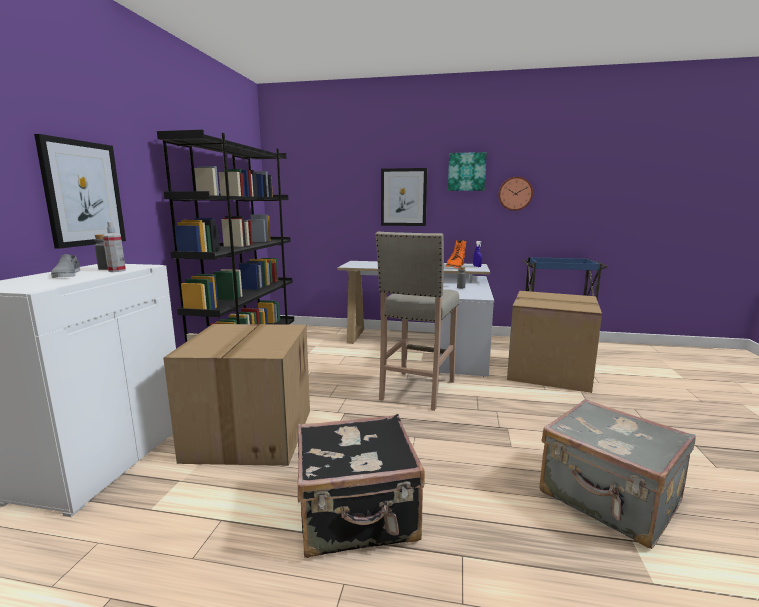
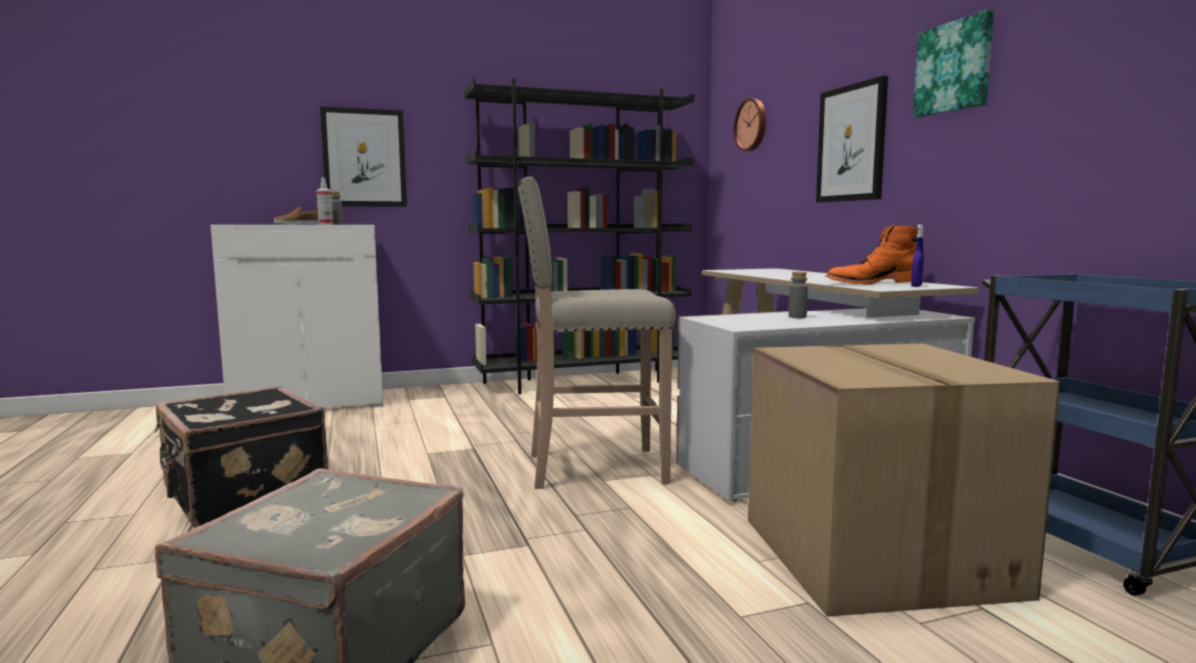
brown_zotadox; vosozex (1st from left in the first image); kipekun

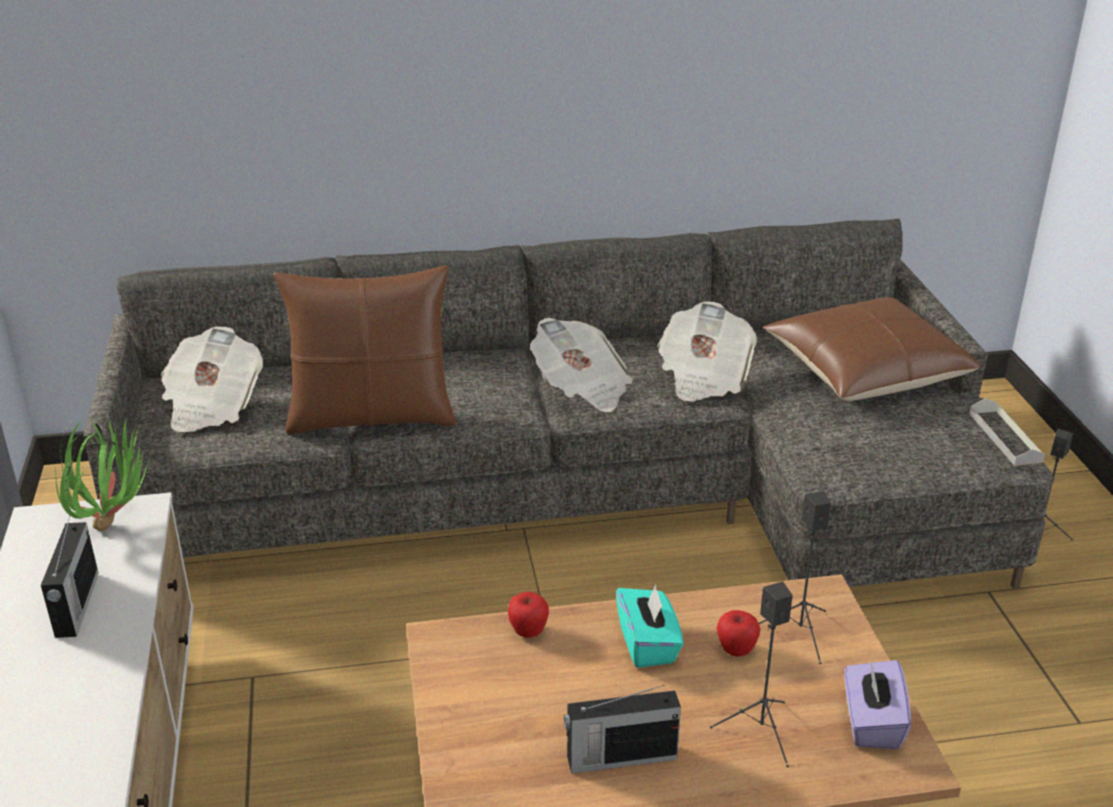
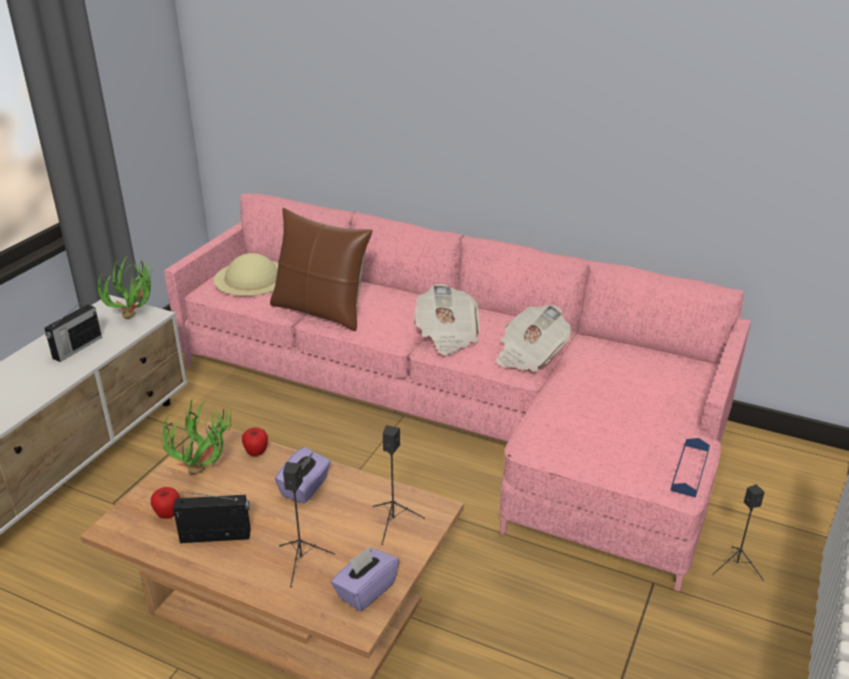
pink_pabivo; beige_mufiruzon; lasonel (2nd from left); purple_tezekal (1st from left); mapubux (1st from left); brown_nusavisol (2nd from left in the first image); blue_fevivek; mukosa (2nd from left)

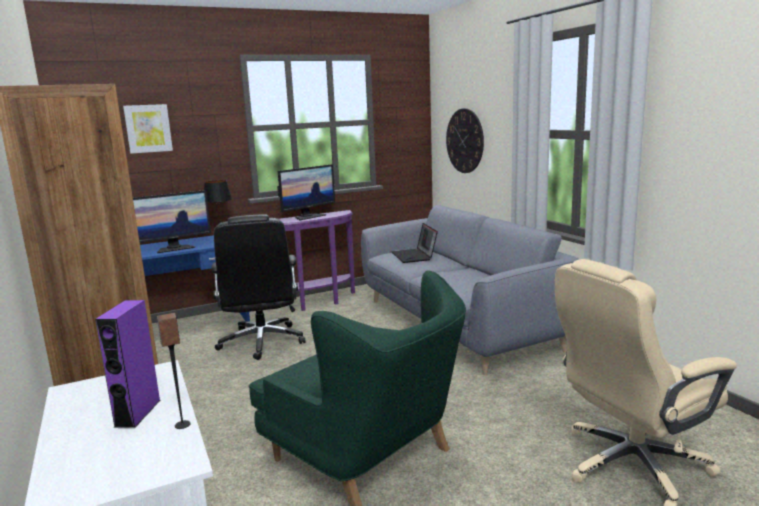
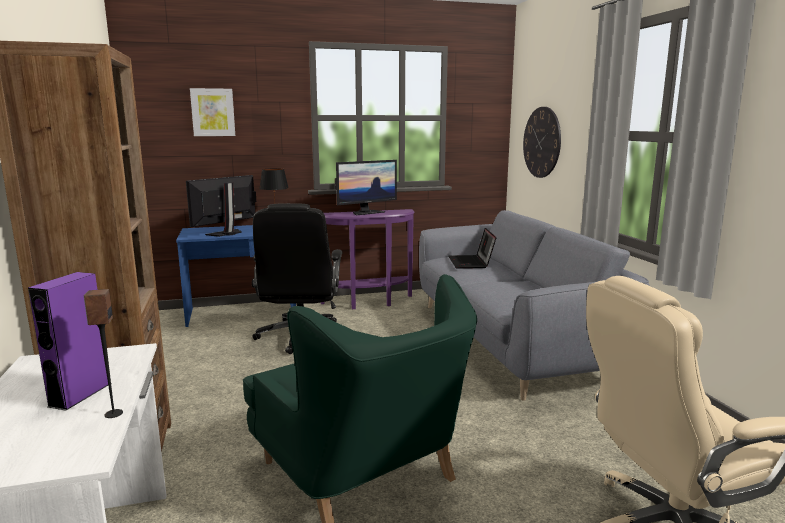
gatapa (1st from left)

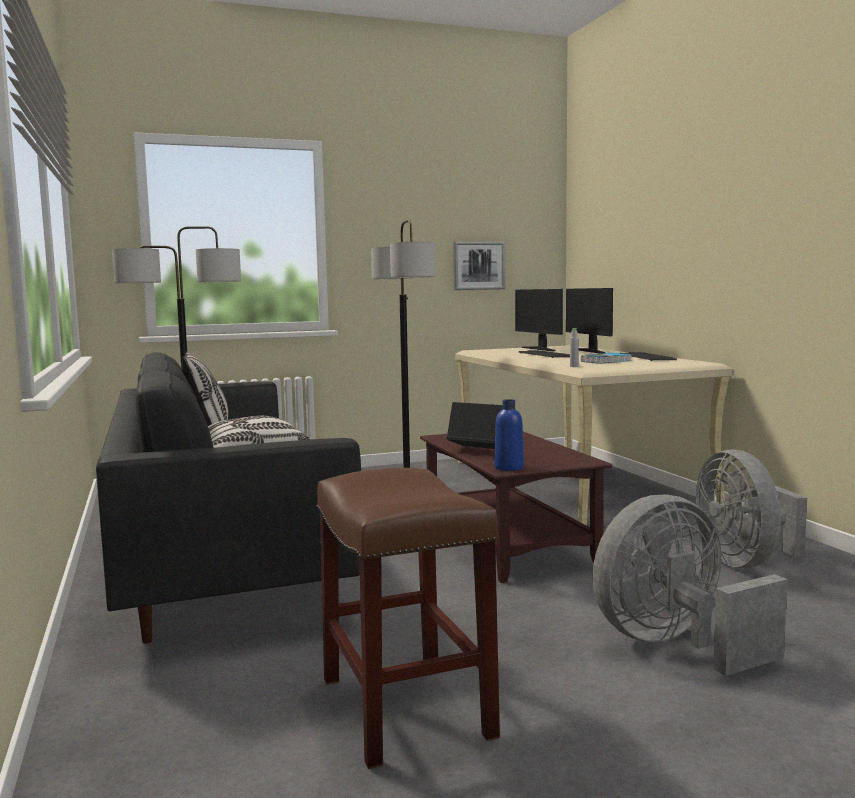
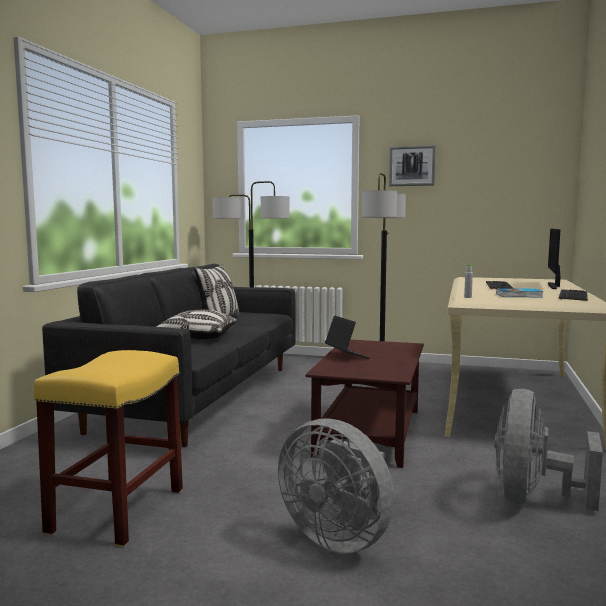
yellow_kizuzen; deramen; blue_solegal; gatapa (1st from left in the first image); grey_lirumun (1st from left)

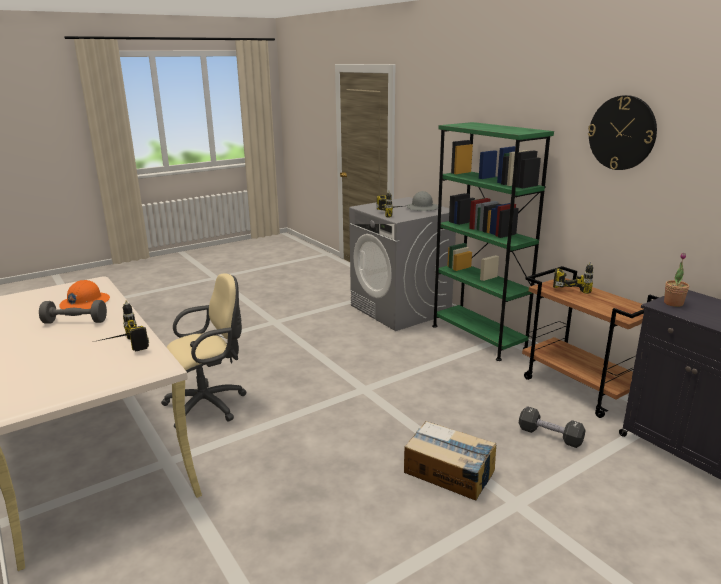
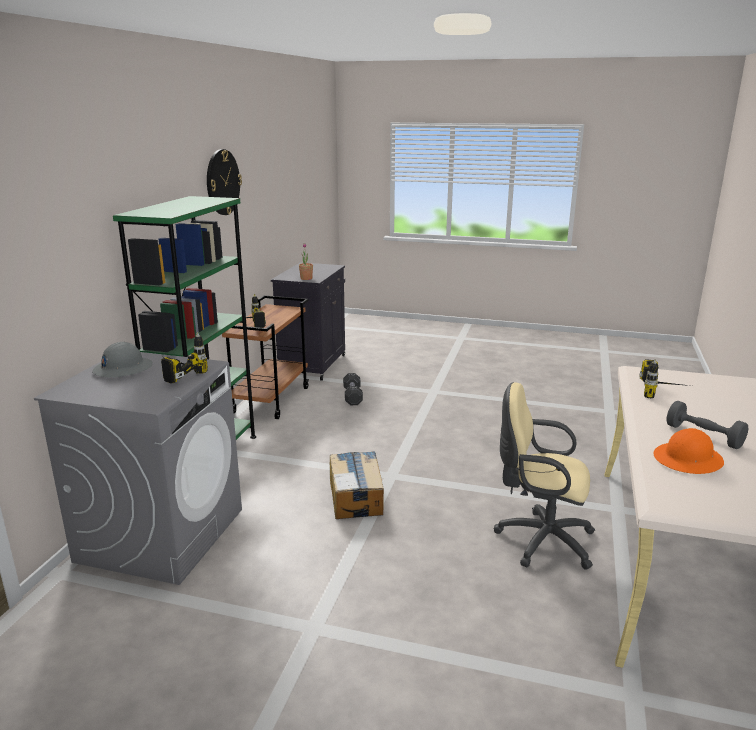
vosozex

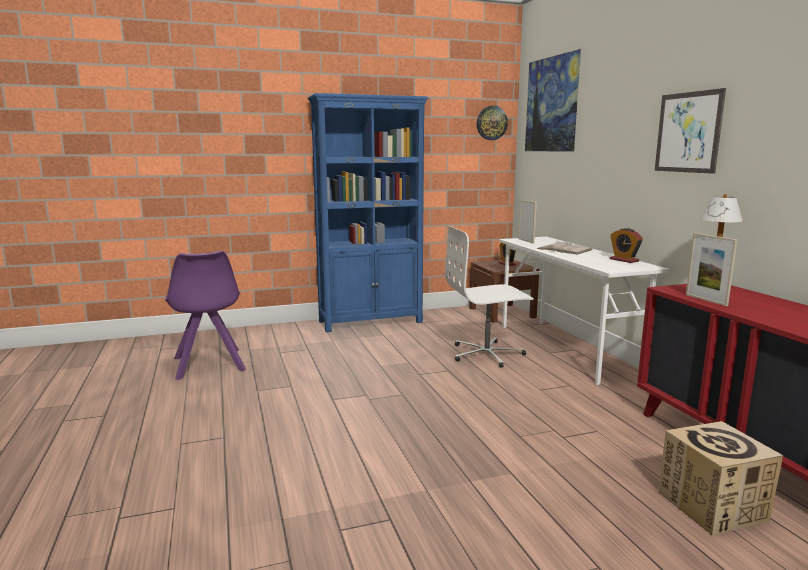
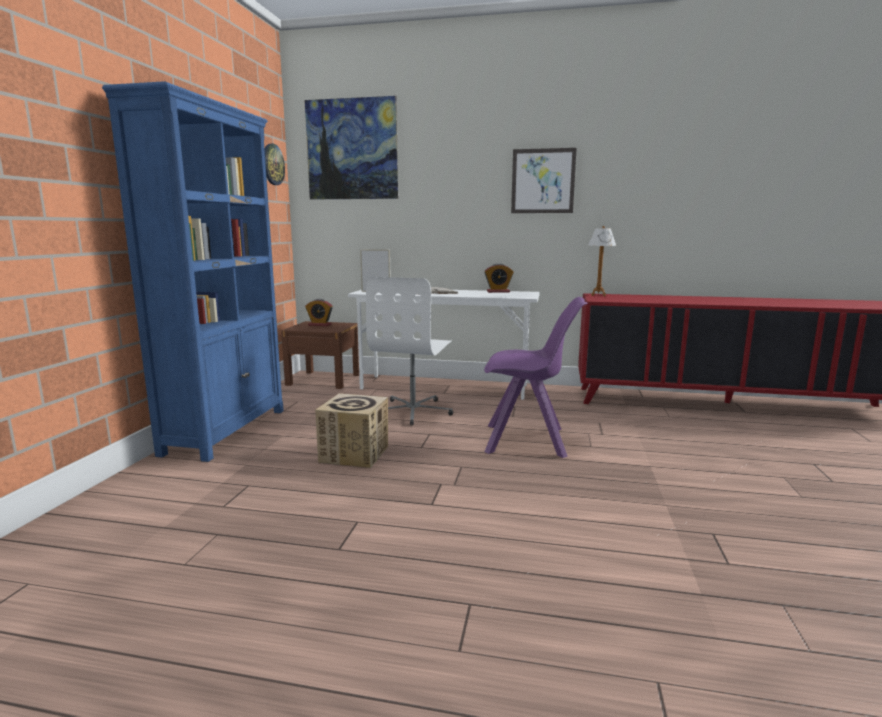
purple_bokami; vosozex; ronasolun (2nd from left in the first image)

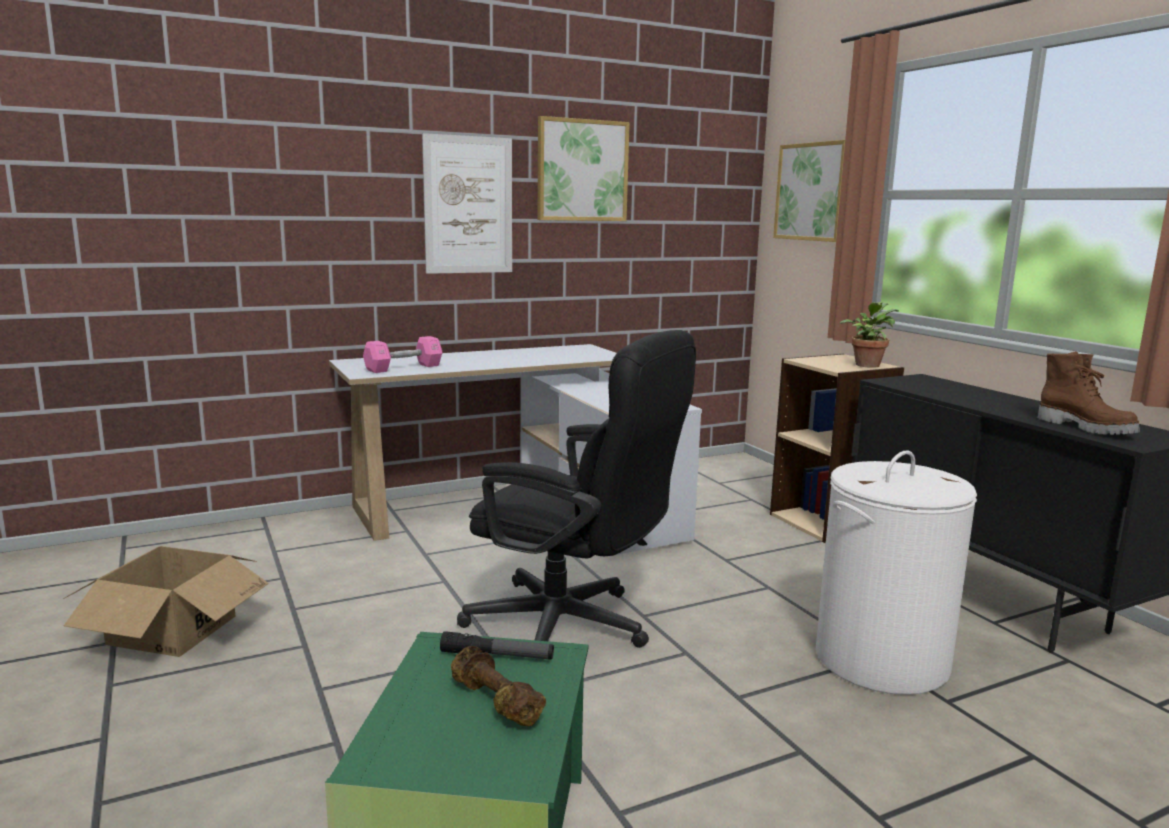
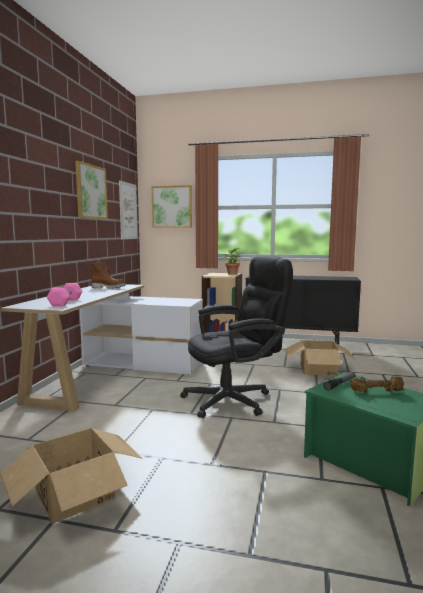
deramen (2nd from left); vosozex (2nd from left); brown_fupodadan

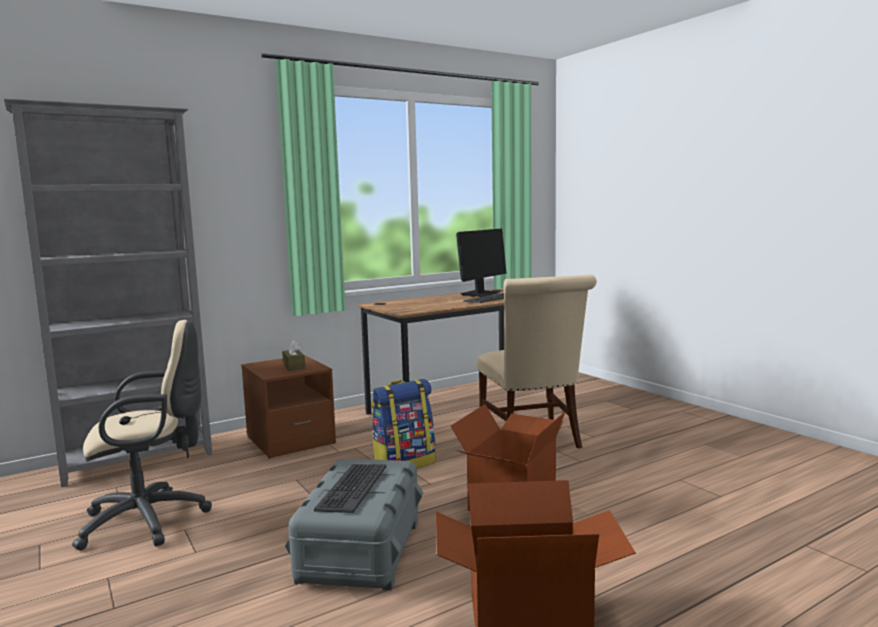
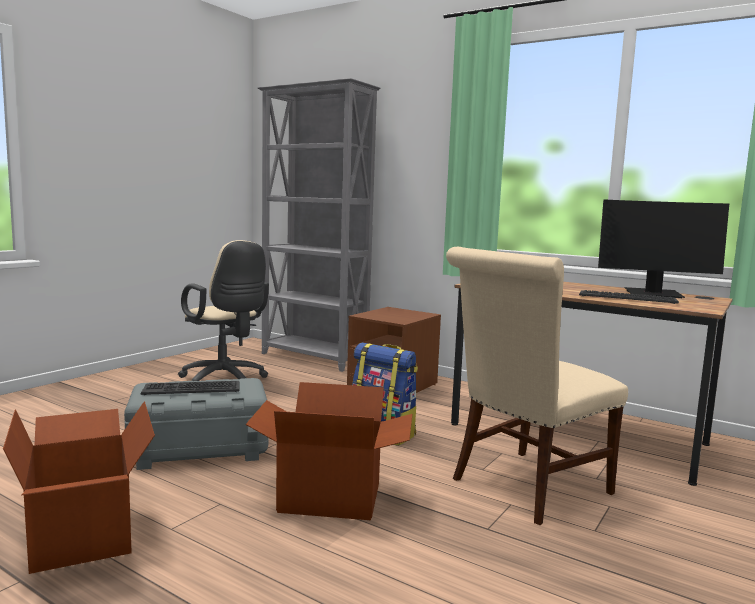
brown_tezekal

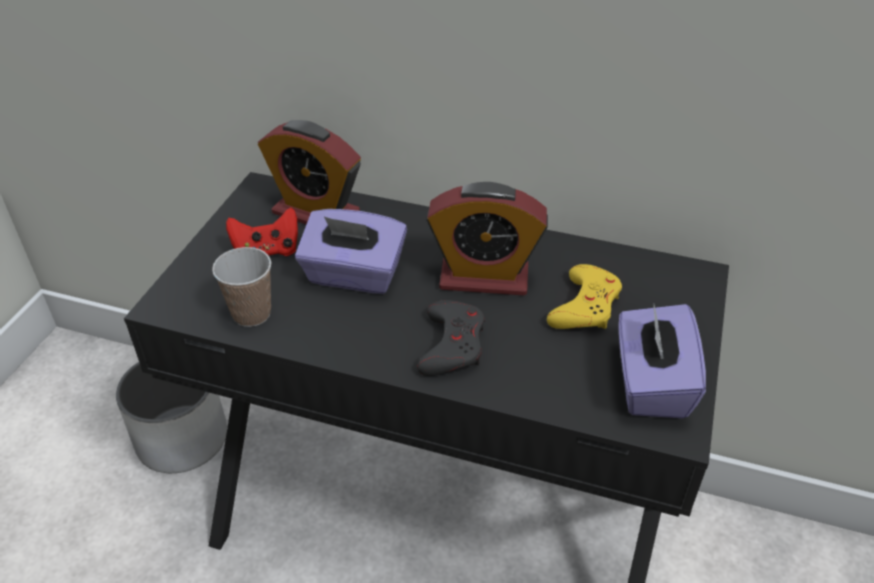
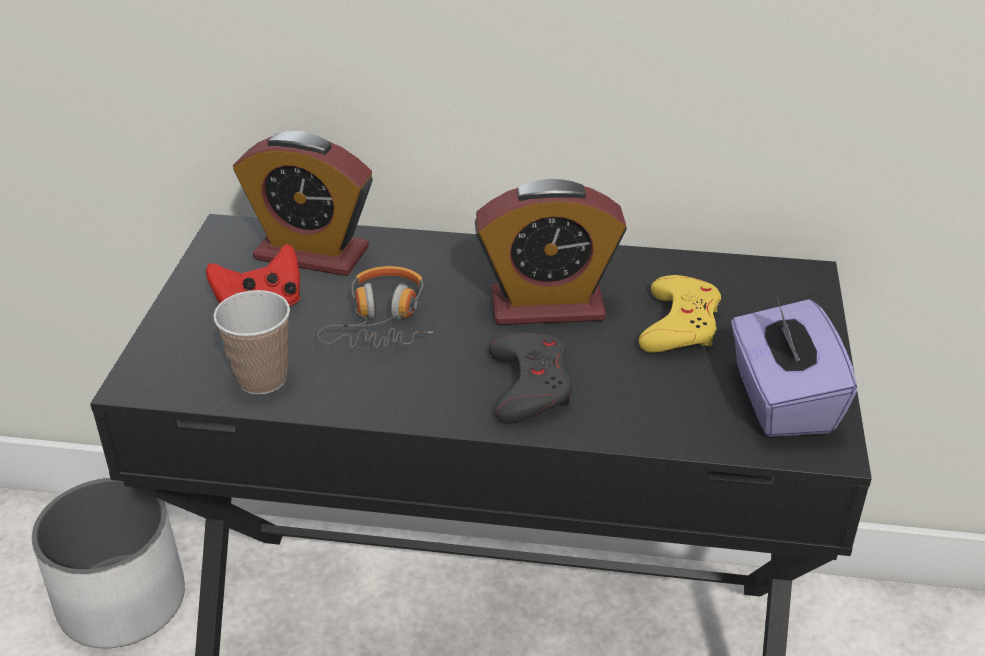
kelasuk

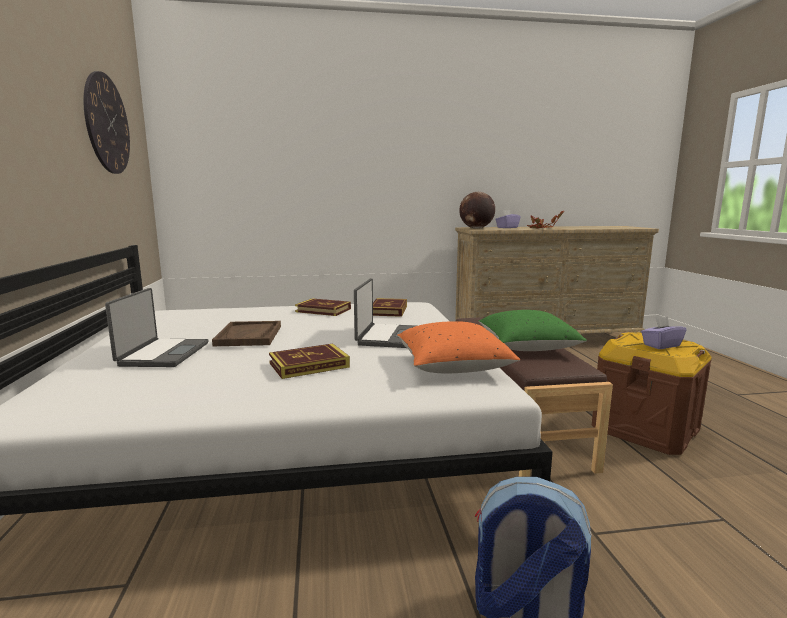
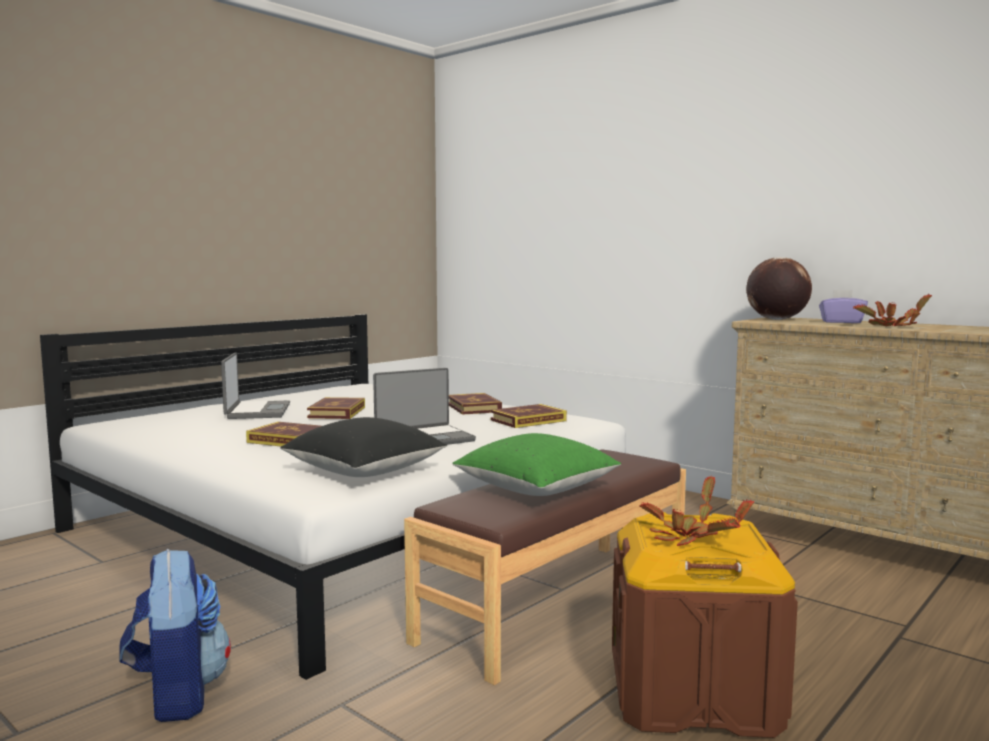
kipekun; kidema (1st from left); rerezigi (2nd from left); black_nusavisol; mukosa (1st from left)

